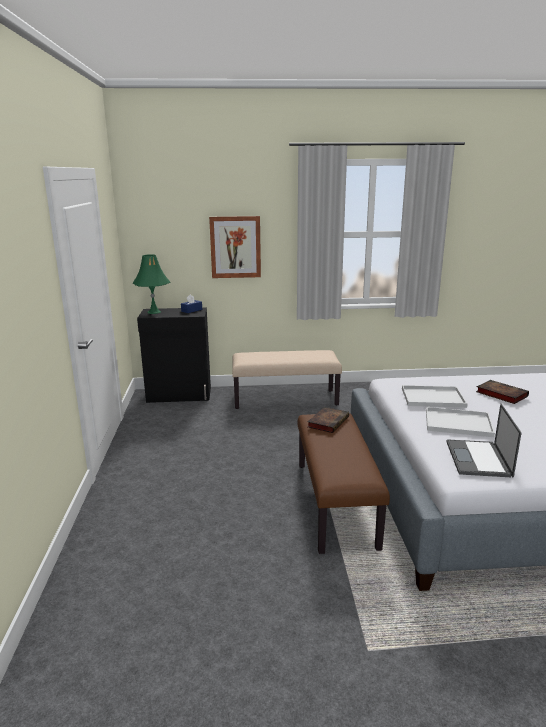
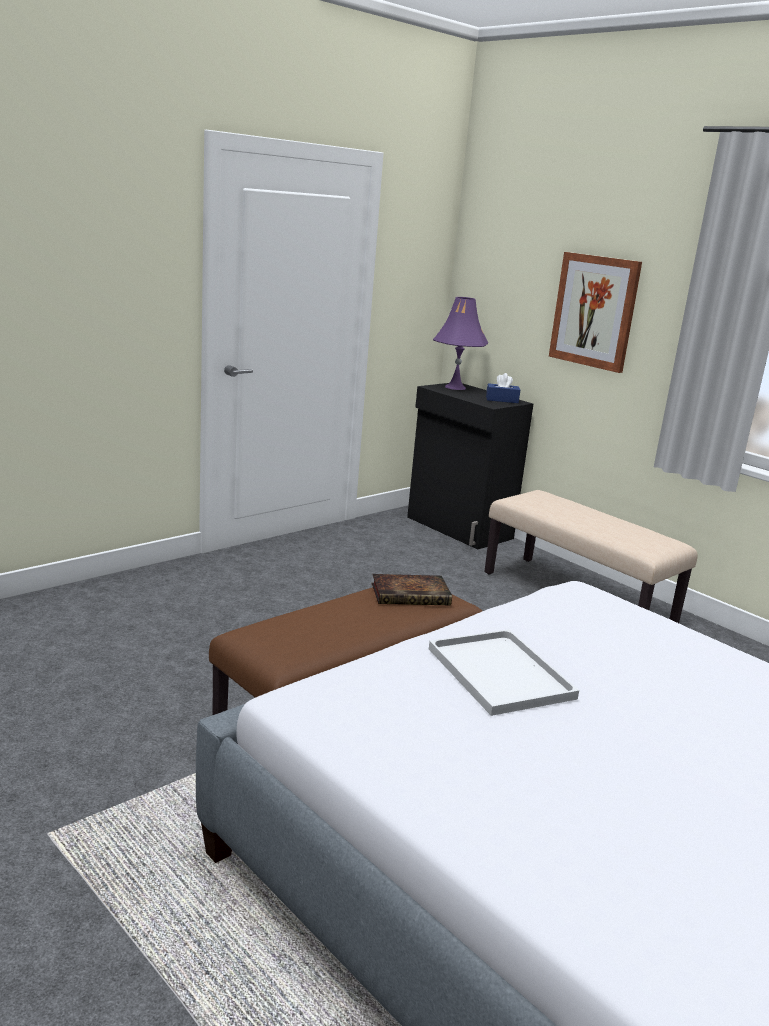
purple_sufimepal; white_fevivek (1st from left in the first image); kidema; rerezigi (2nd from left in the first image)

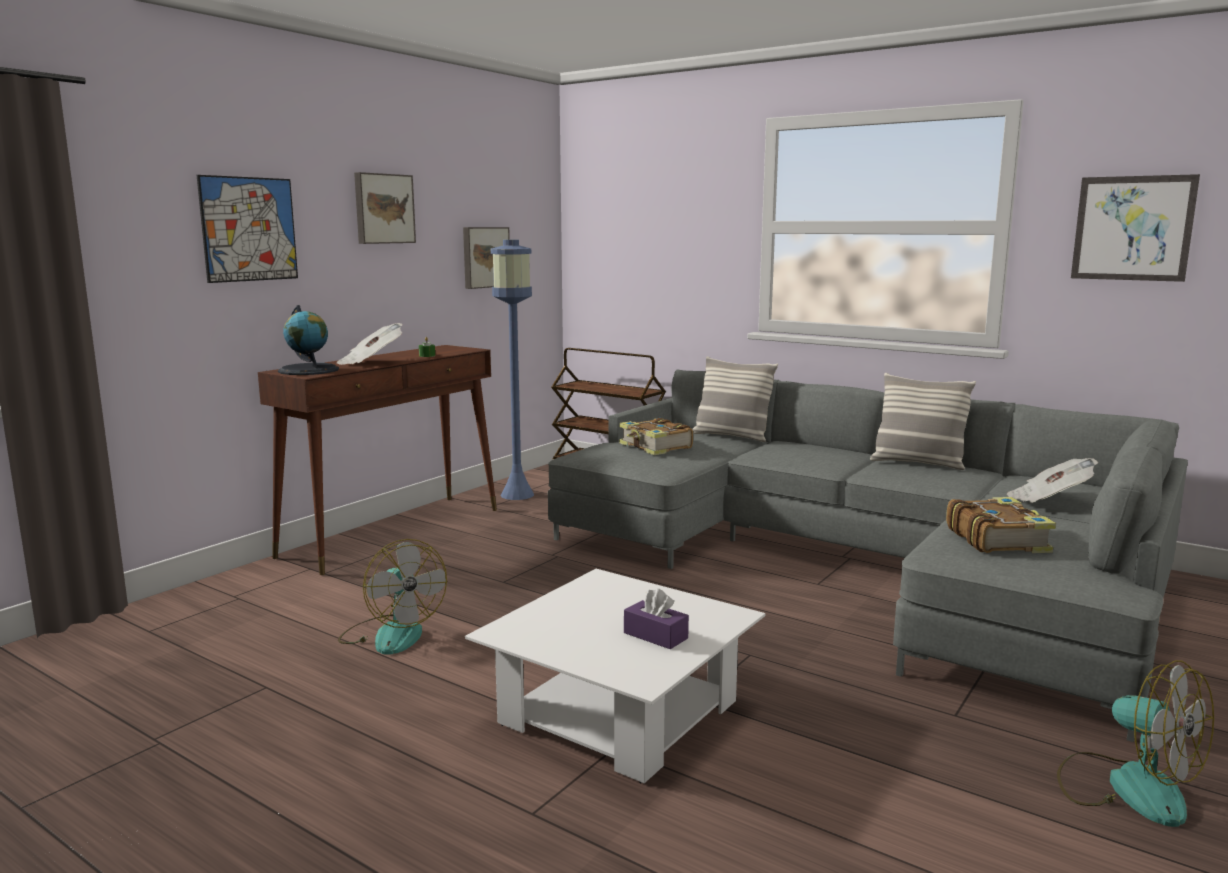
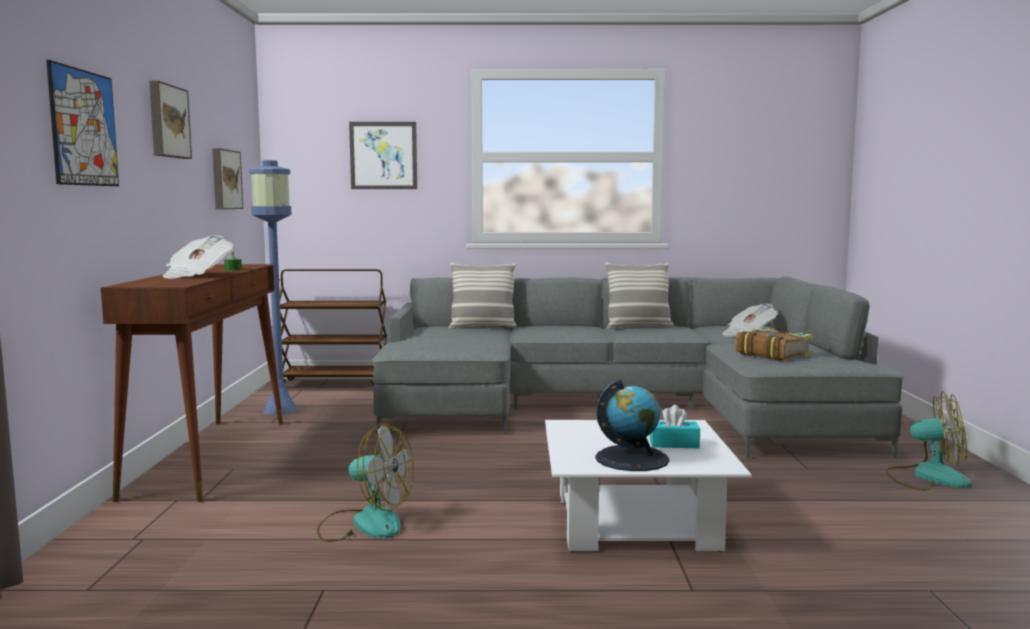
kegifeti; rerezigi (1st from left in the first image); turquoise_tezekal; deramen (4th from left)

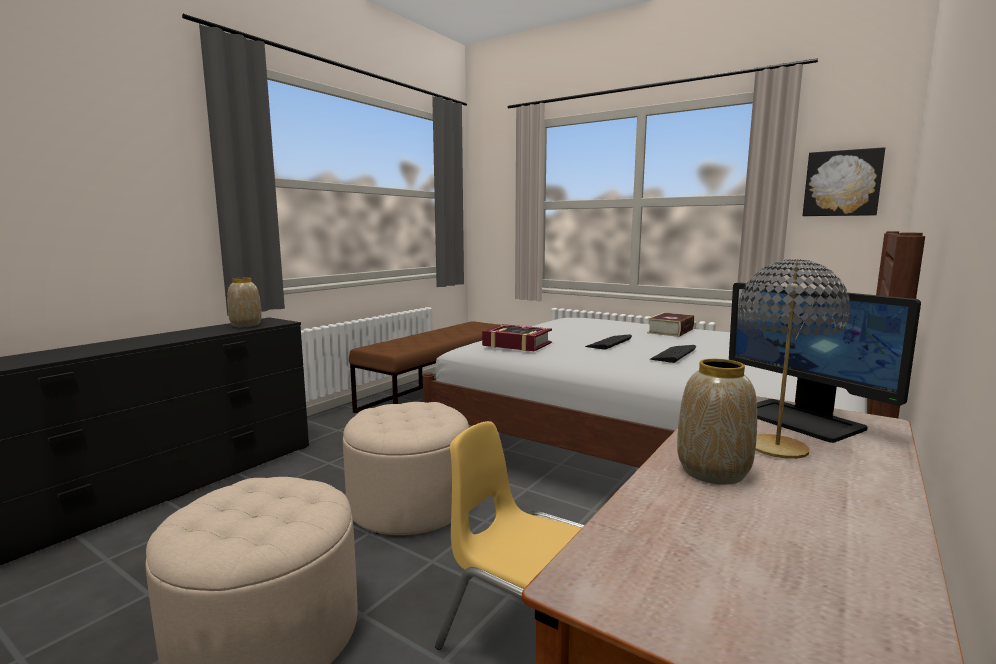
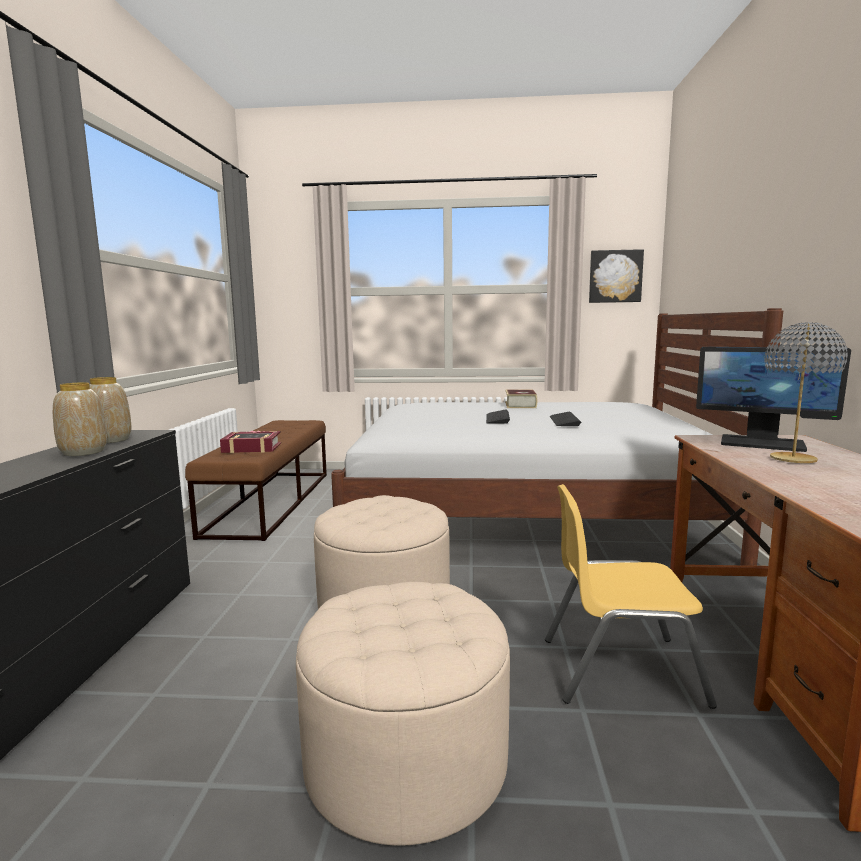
rerezigi (1st from left); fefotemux (1st from left)

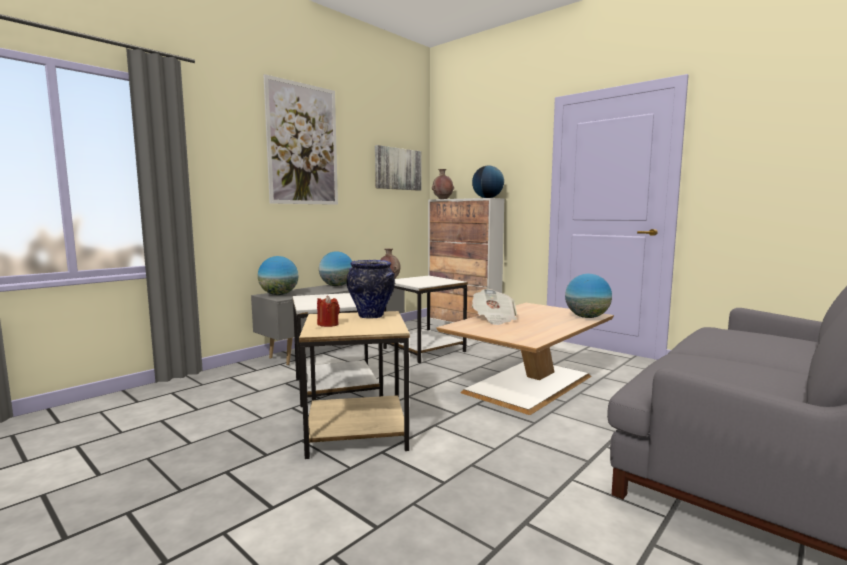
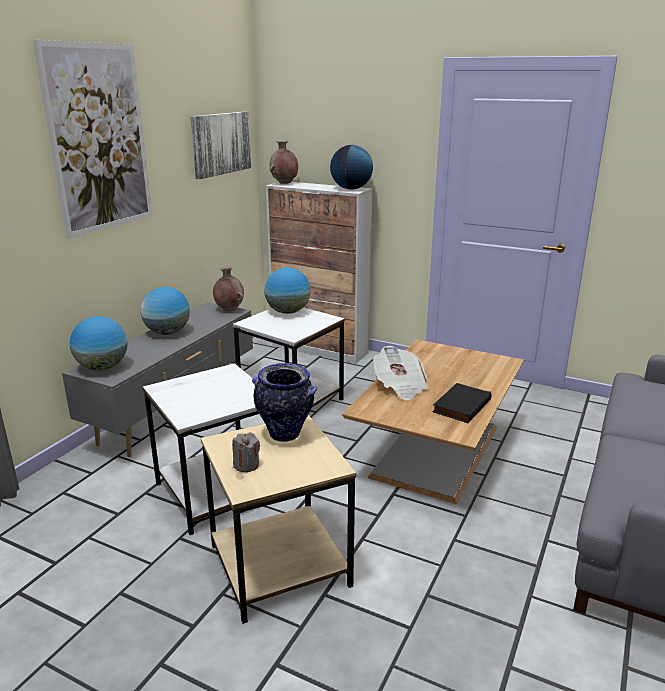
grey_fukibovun; kegifeti (3rd from left); black_rerezigi

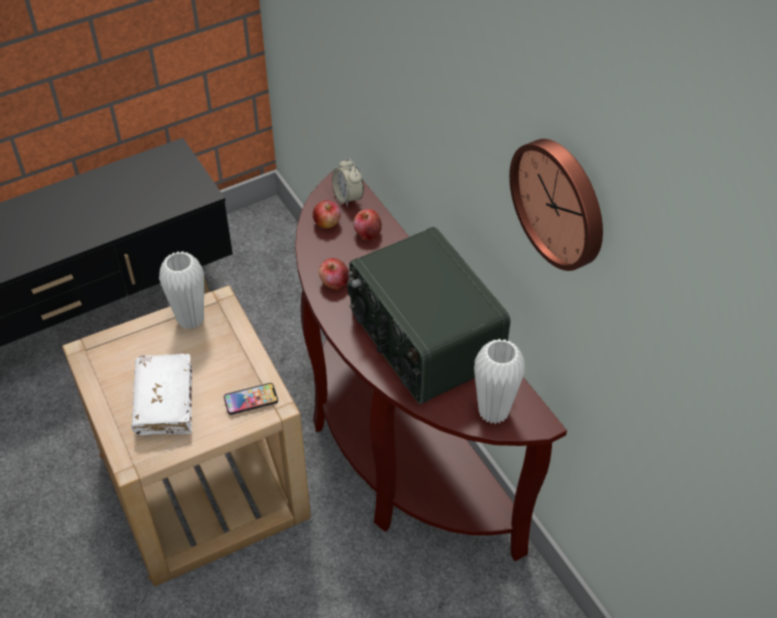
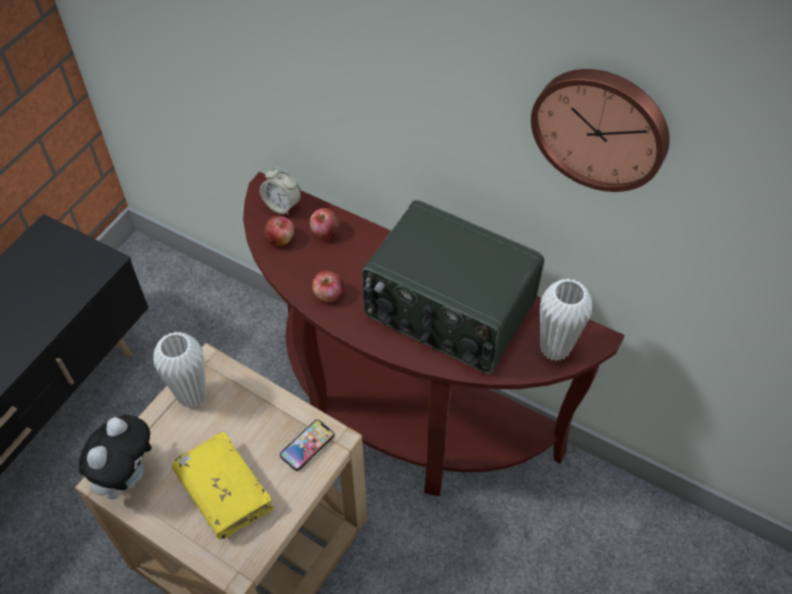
yellow_rerezigi; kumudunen

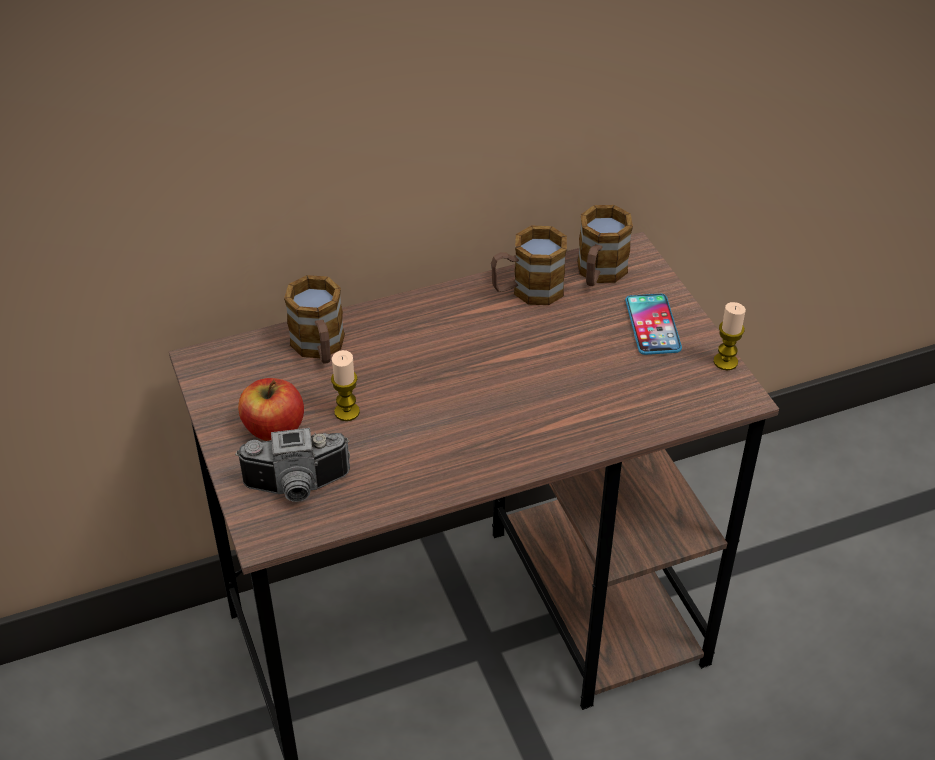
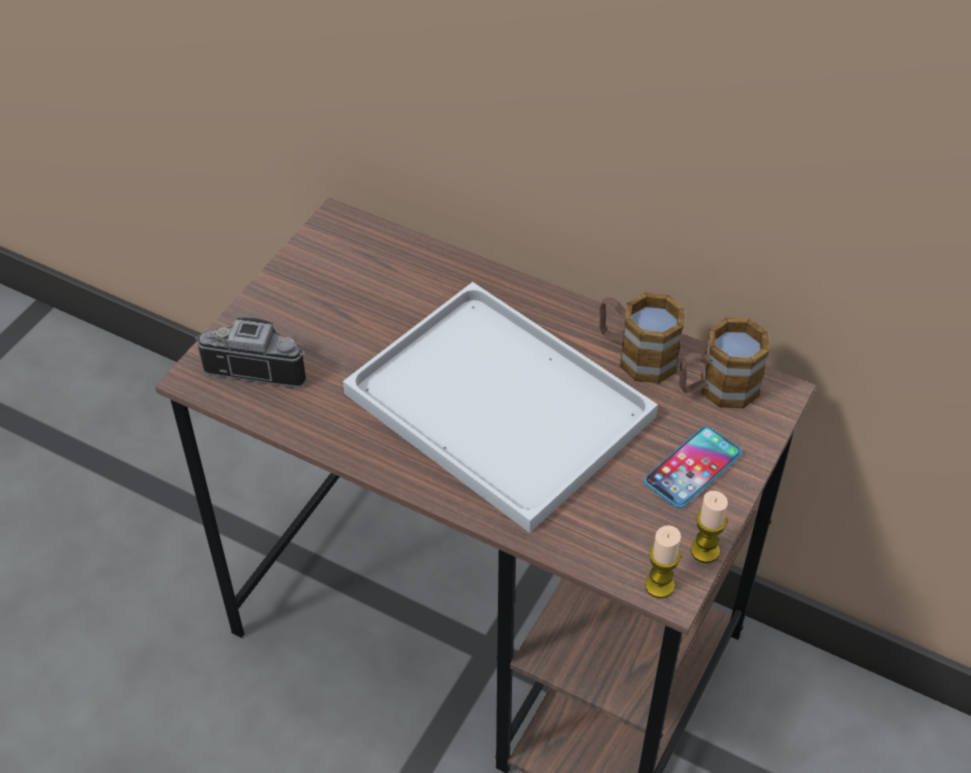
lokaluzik; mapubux; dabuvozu (1st from left in the first image); fukibovun (1st from left); white_fevivek

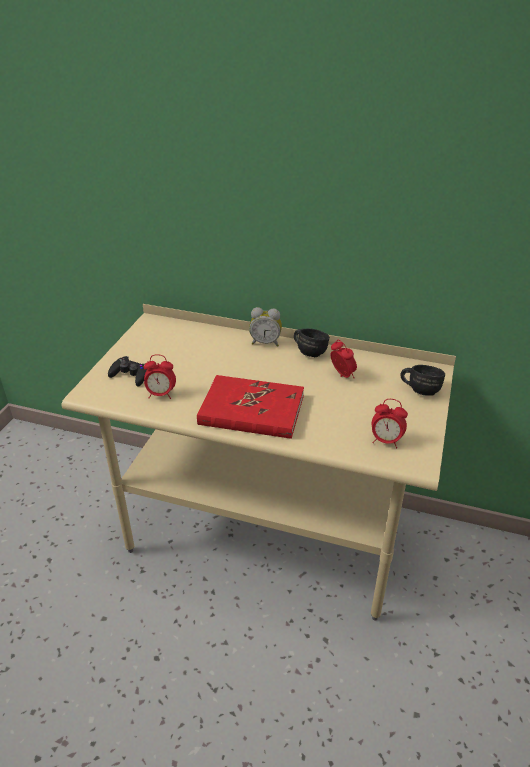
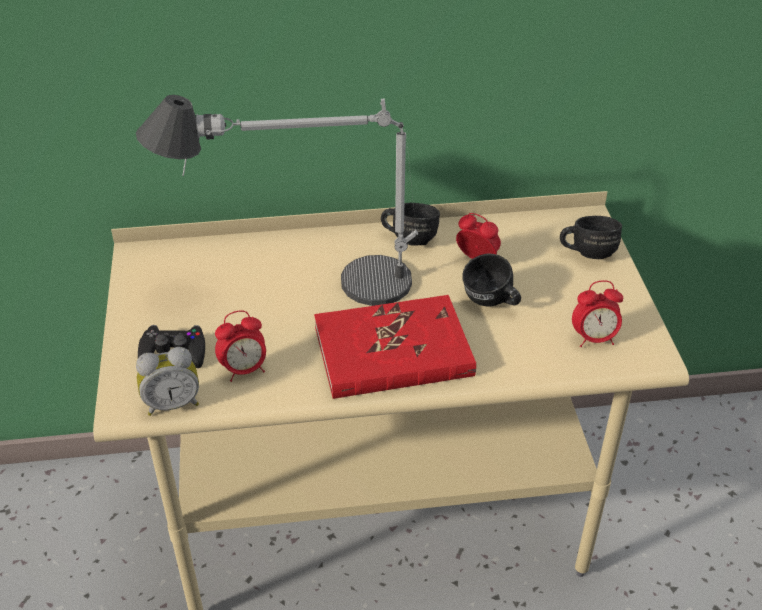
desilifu (1st from left); sufimepal; black_dabuvozu (2nd from left)

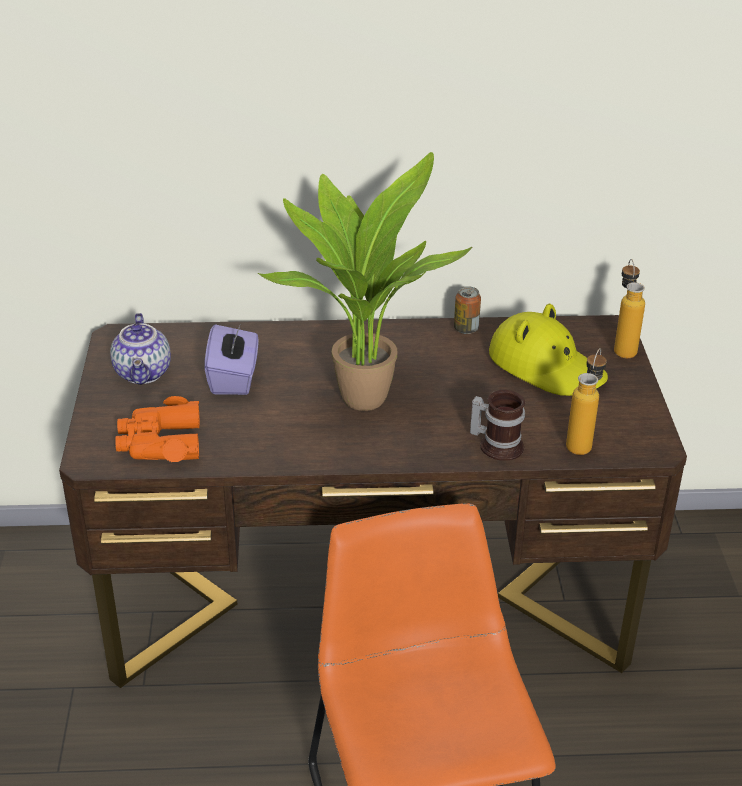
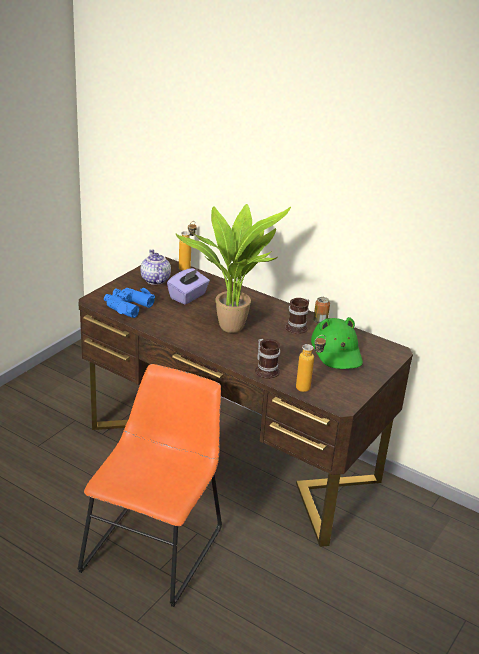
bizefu; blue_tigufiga; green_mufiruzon; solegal (1st from left); dabuvozu (2nd from left)

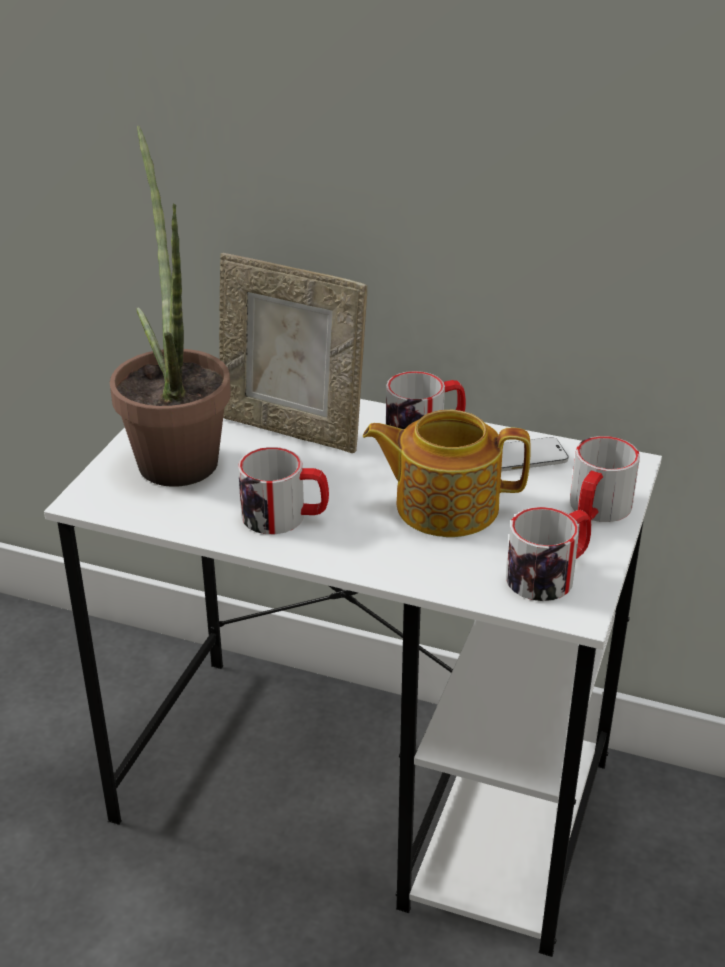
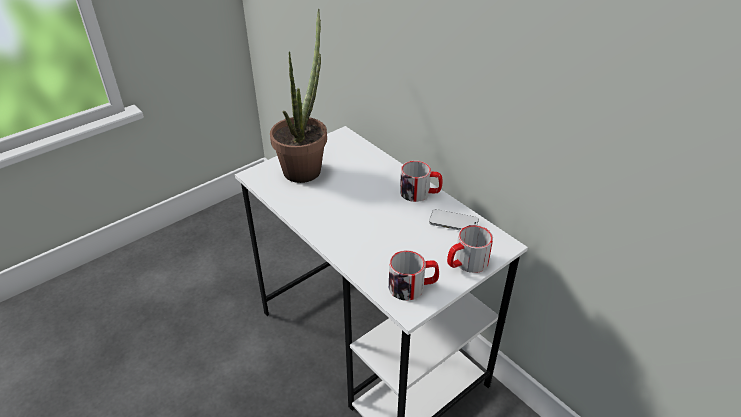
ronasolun; dabuvozu (1st from left in the first image); bizefu

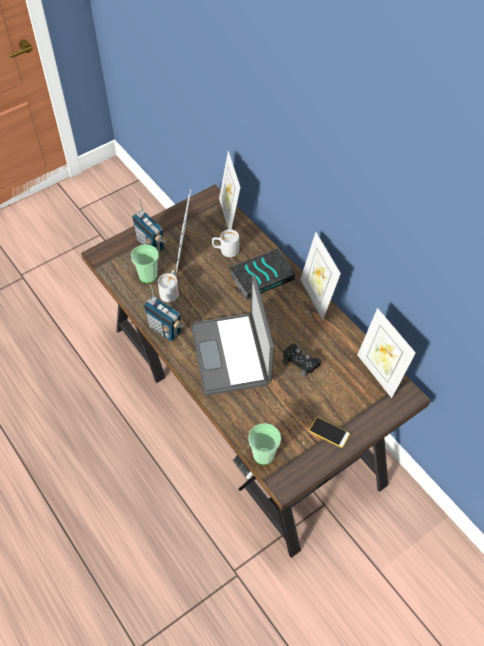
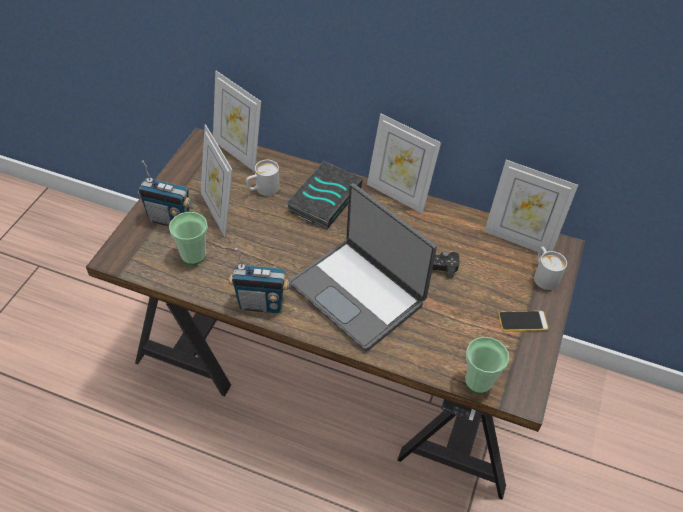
white_dabuvozu (2nd from left)

